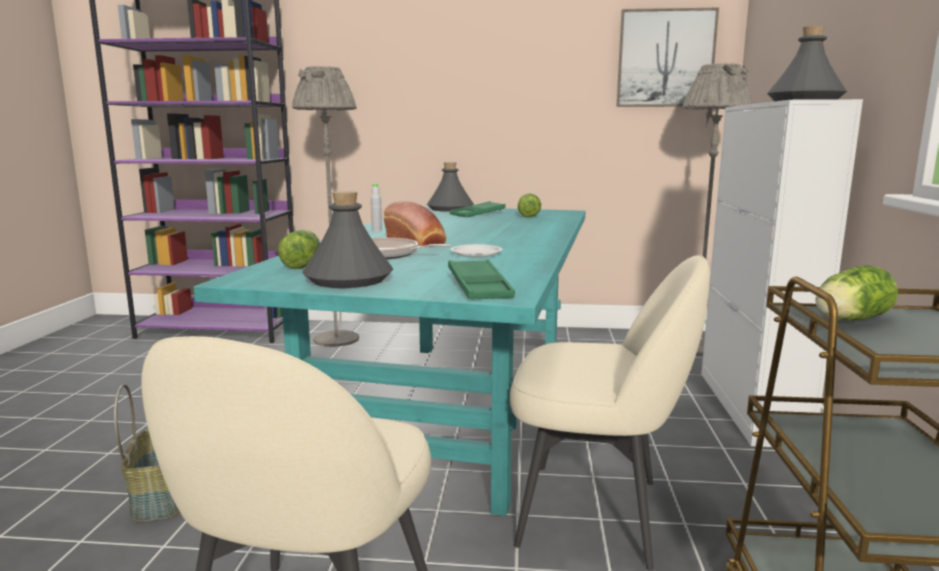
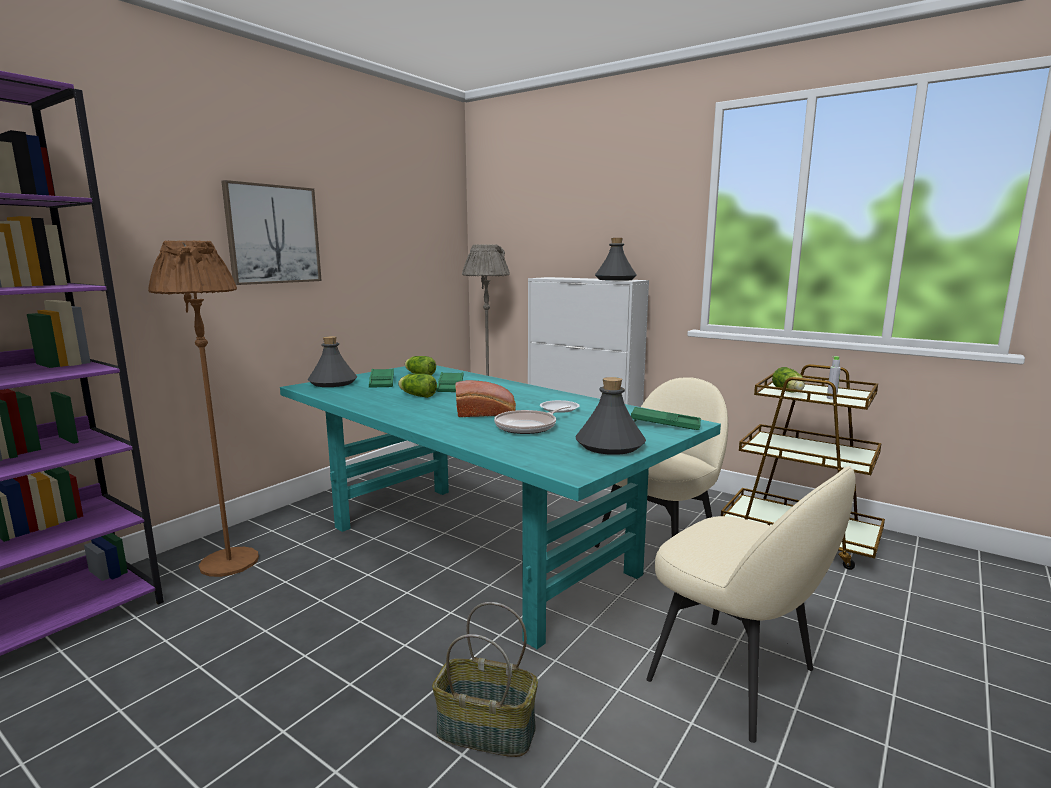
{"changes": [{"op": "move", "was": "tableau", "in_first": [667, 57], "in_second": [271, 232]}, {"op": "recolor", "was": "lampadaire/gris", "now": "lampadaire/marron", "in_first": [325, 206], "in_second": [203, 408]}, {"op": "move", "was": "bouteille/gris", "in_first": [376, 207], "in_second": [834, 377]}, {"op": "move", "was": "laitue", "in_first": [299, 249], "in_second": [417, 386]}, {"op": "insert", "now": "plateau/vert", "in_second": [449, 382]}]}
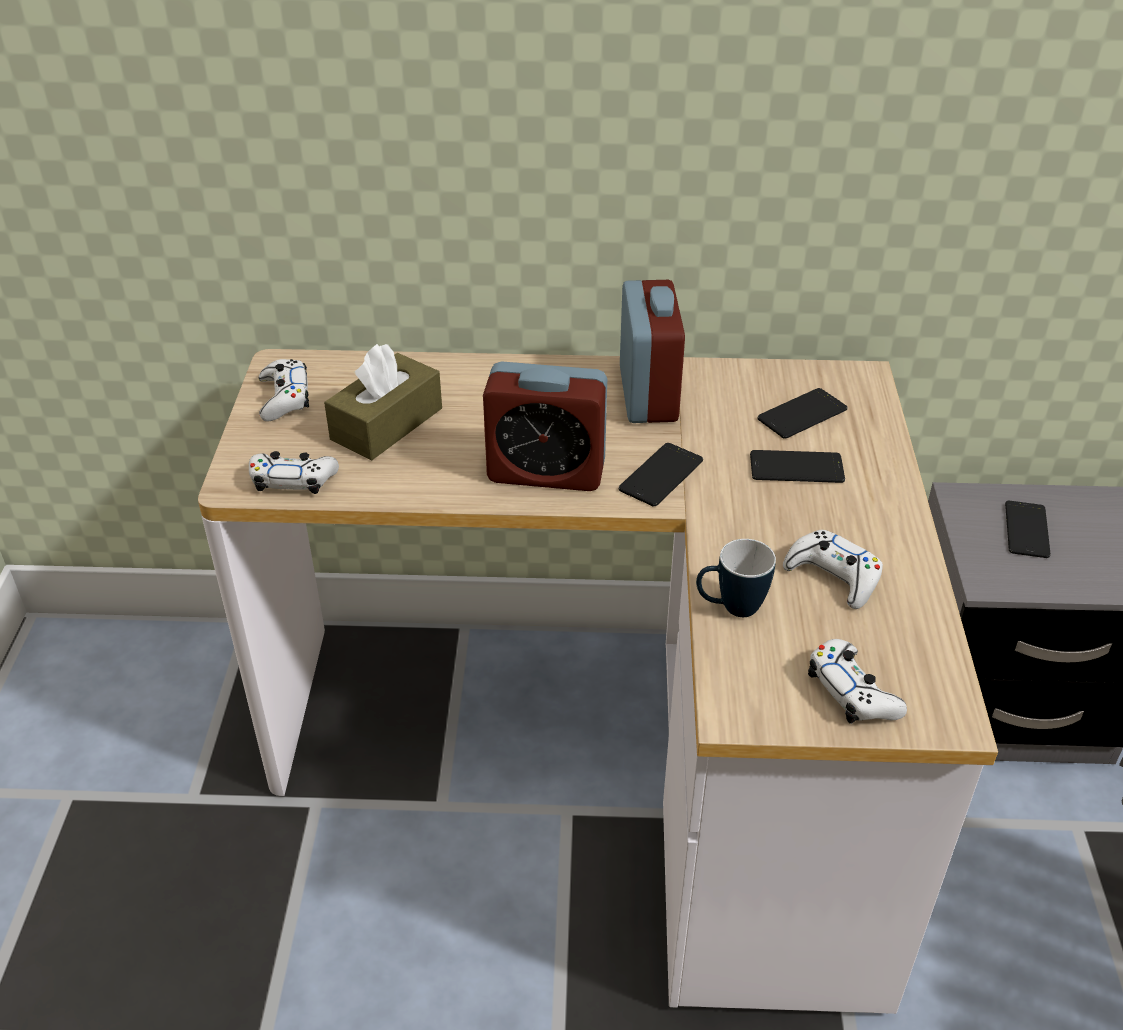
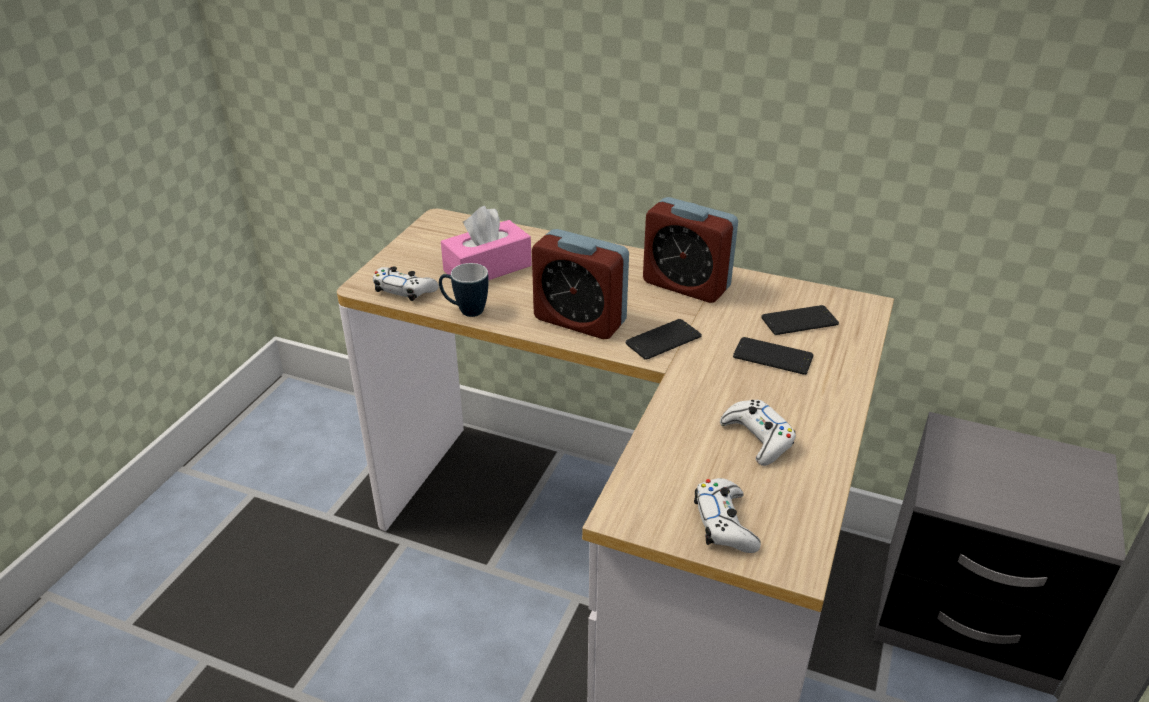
{"changes": [{"op": "rotate", "was": "réveil", "in_first": [652, 351], "in_second": [690, 250], "clockwise": 105}, {"op": "recolor", "was": "boîte à mouchoirs/marron", "now": "boîte à mouchoirs/rose", "in_first": [383, 402], "in_second": [486, 243]}, {"op": "delete", "was": "manette/blanc", "in_first": [284, 390]}, {"op": "delete", "was": "téléphone", "in_first": [1028, 529]}, {"op": "move", "was": "mug", "in_first": [736, 578], "in_second": [463, 290]}]}
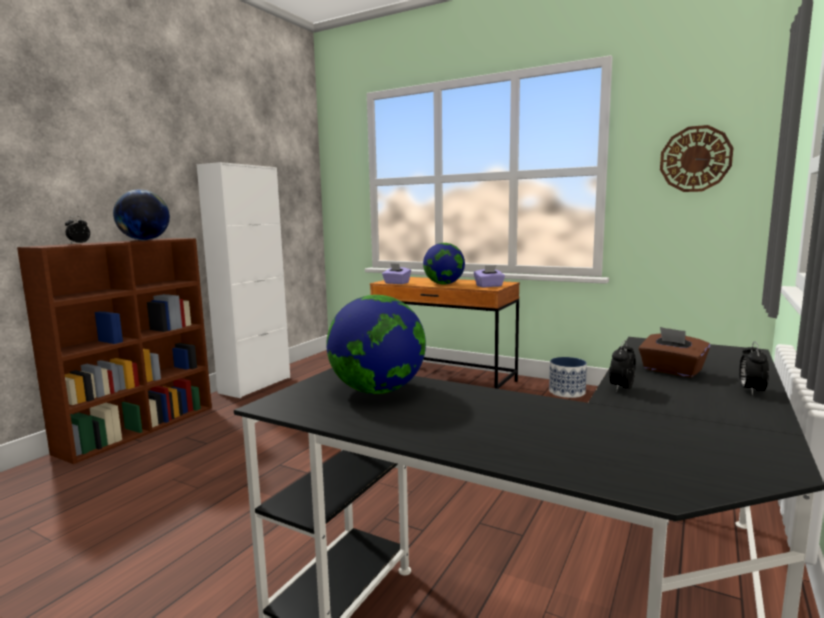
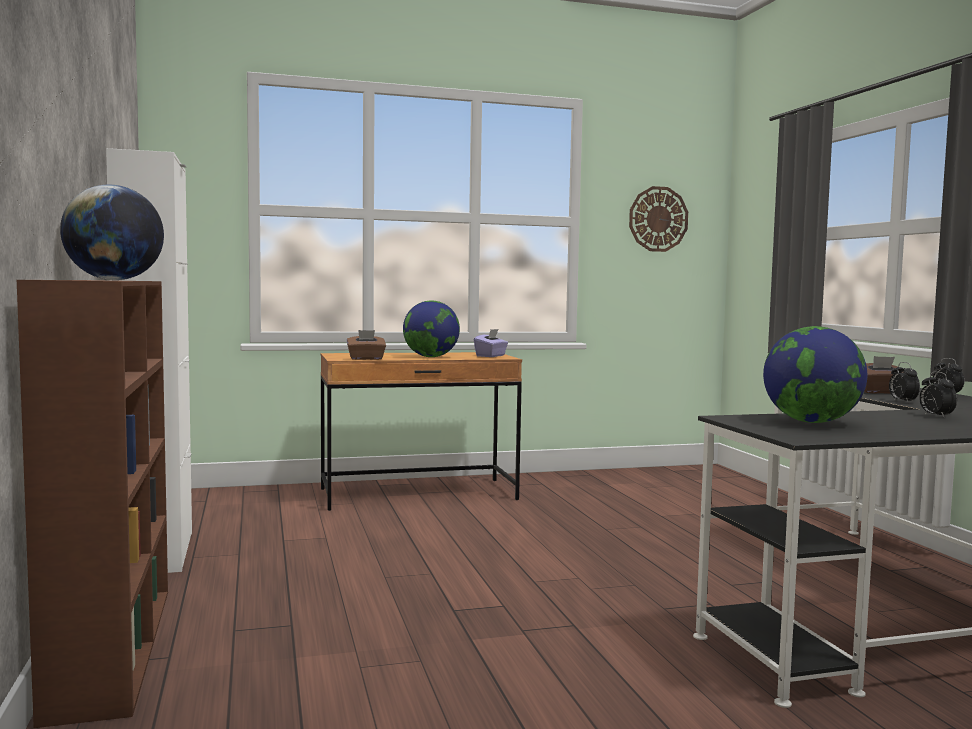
{"changes": [{"op": "move", "was": "réveil", "in_first": [77, 229], "in_second": [938, 394]}, {"op": "recolor", "was": "boîte à mouchoirs/violet", "now": "boîte à mouchoirs/marron", "in_first": [396, 273], "in_second": [366, 345]}, {"op": "delete", "was": "cache-pot", "in_first": [568, 377]}]}
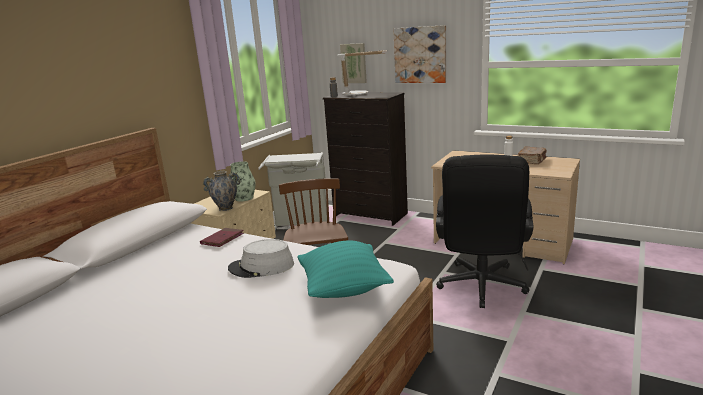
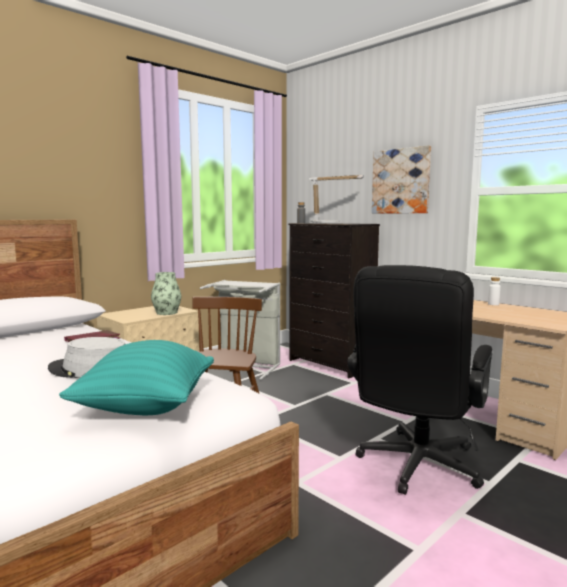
{"changes": [{"op": "delete", "was": "tableau", "in_first": [353, 63]}, {"op": "delete", "was": "livre/marron", "in_first": [531, 155]}, {"op": "delete", "was": "vase", "in_first": [221, 191]}]}
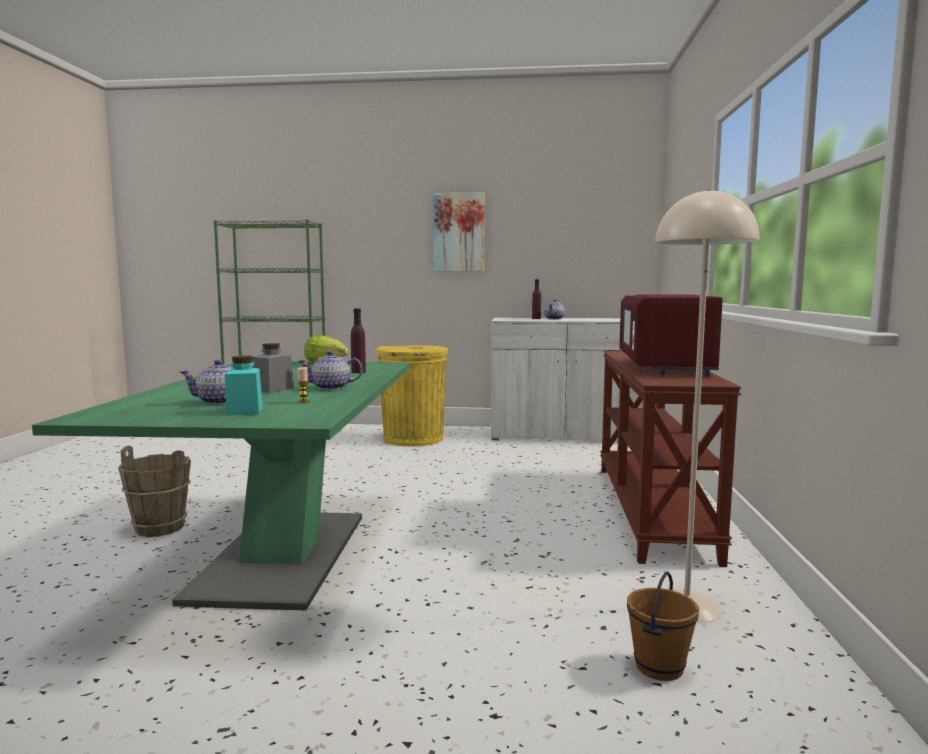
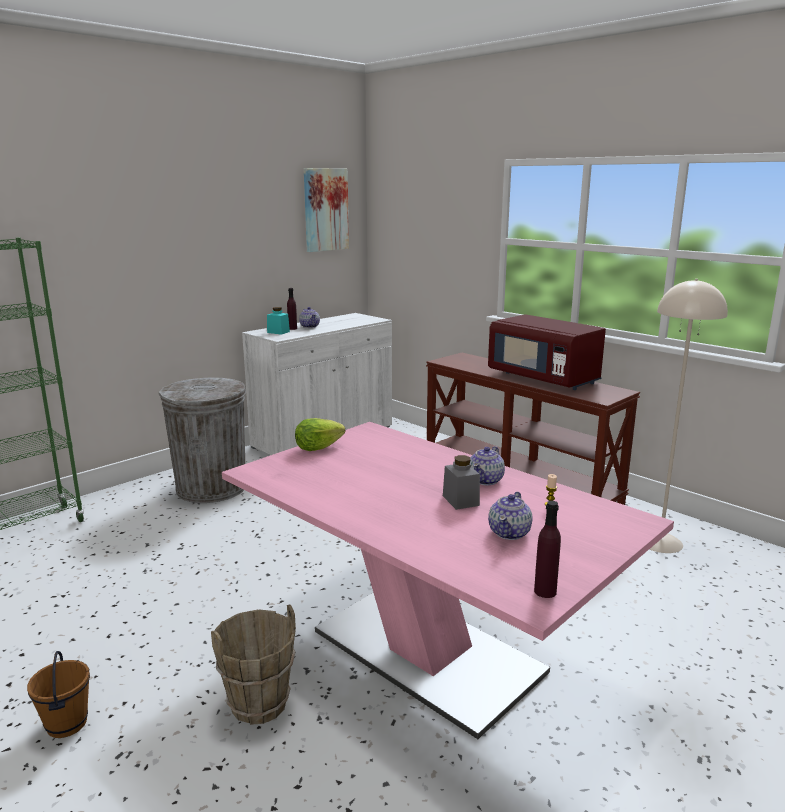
{"changes": [{"op": "move", "was": "tableau", "in_first": [459, 232], "in_second": [326, 210]}, {"op": "move", "was": "bouteille/violet", "in_first": [358, 340], "in_second": [547, 549]}, {"op": "recolor", "was": "poubelle/jaune", "now": "poubelle/gris", "in_first": [412, 396], "in_second": [202, 440]}, {"op": "move", "was": "bocal/turquoise", "in_first": [244, 385], "in_second": [278, 321]}, {"op": "recolor", "was": "table à manger/vert", "now": "table à manger/rose", "in_first": [221, 486], "in_second": [448, 580]}, {"op": "move", "was": "seau/marron", "in_first": [663, 626], "in_second": [58, 694]}]}
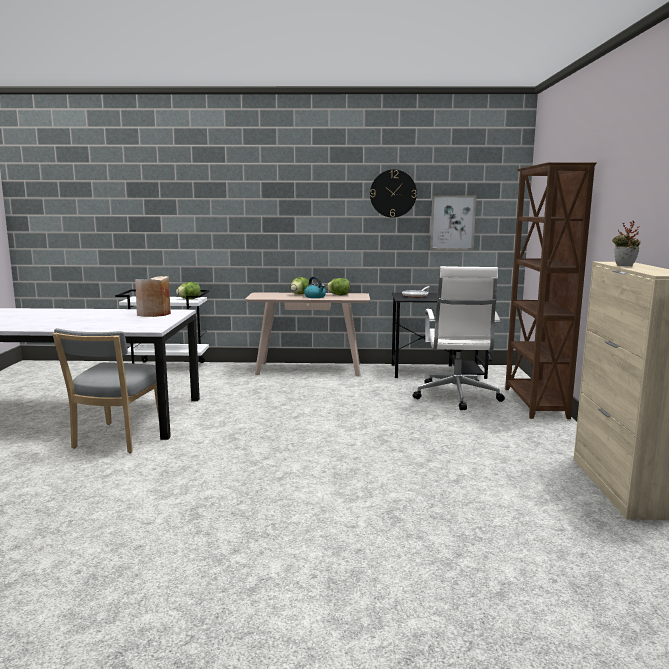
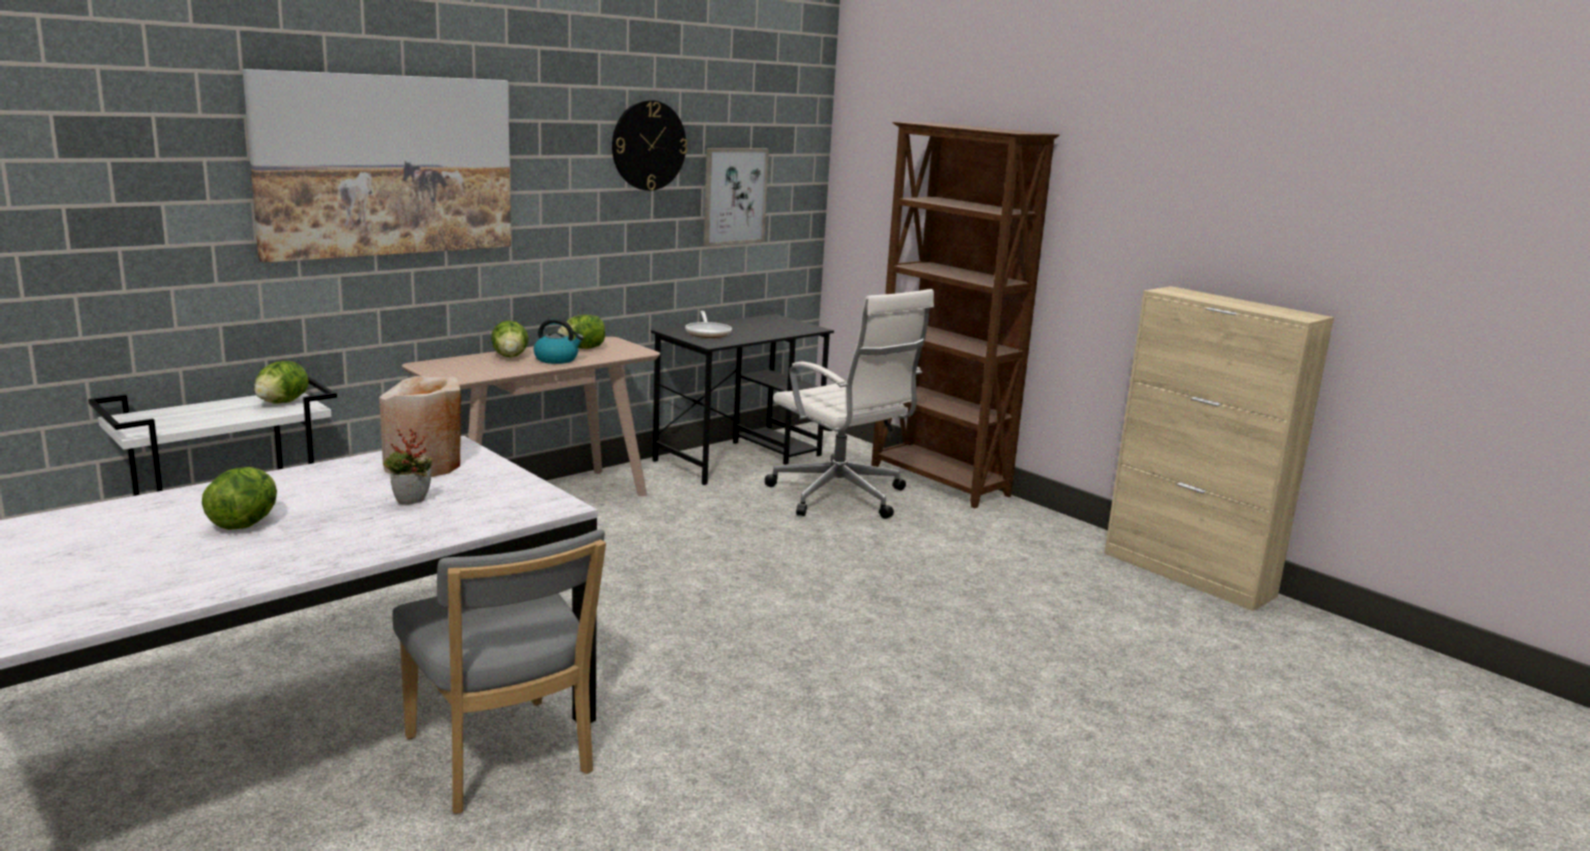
{"changes": [{"op": "move", "was": "plante en pot", "in_first": [626, 243], "in_second": [407, 466]}, {"op": "insert", "now": "tableau", "in_second": [376, 166]}, {"op": "insert", "now": "laitue", "in_second": [239, 498]}]}
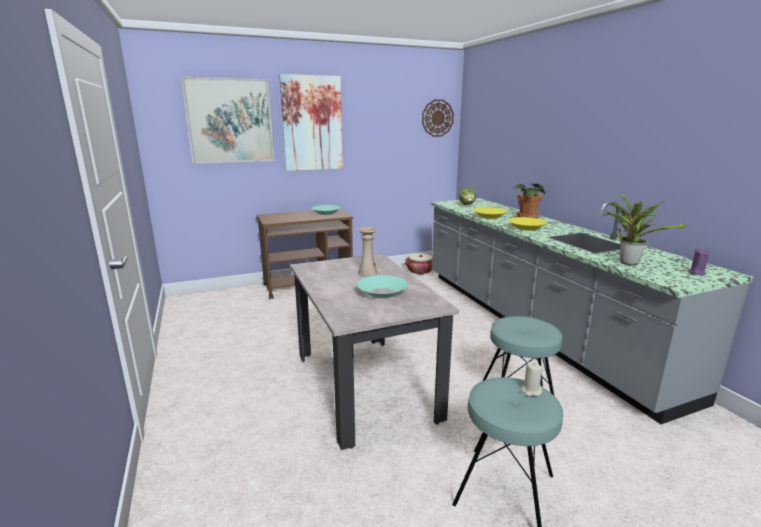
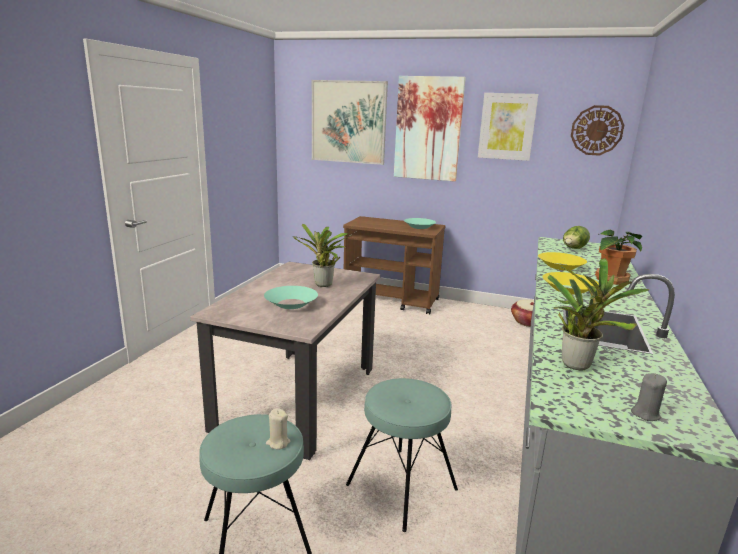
{"changes": [{"op": "replace", "was": "vase/beige", "now": "plante en pot", "in_first": [368, 252], "in_second": [322, 255]}, {"op": "recolor", "was": "bougie/violet", "now": "bougie/gris", "in_first": [698, 262], "in_second": [649, 397]}, {"op": "insert", "now": "tableau", "in_second": [508, 127]}]}
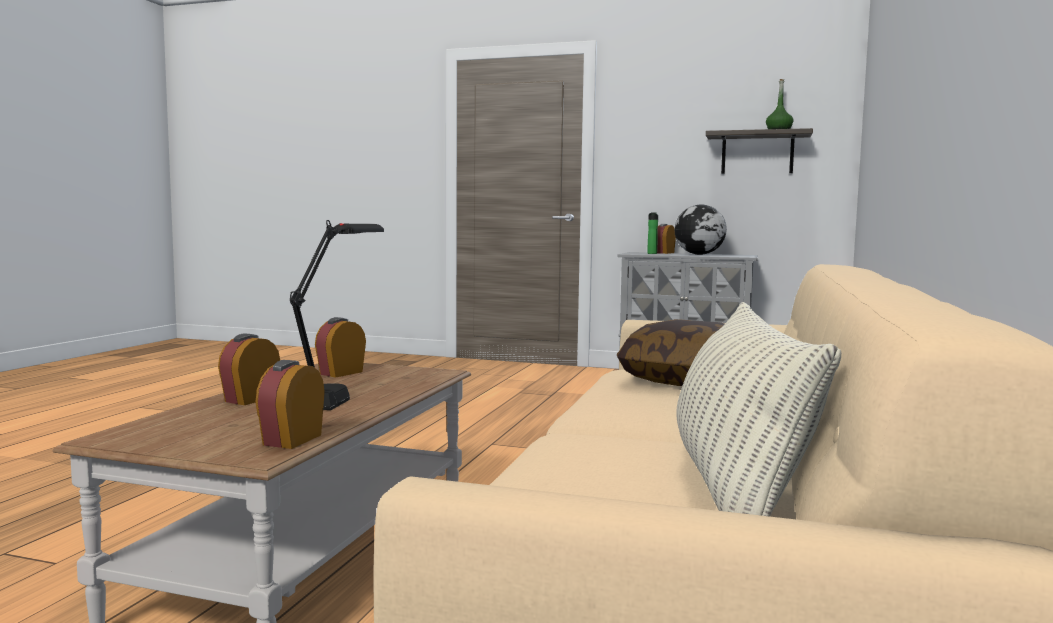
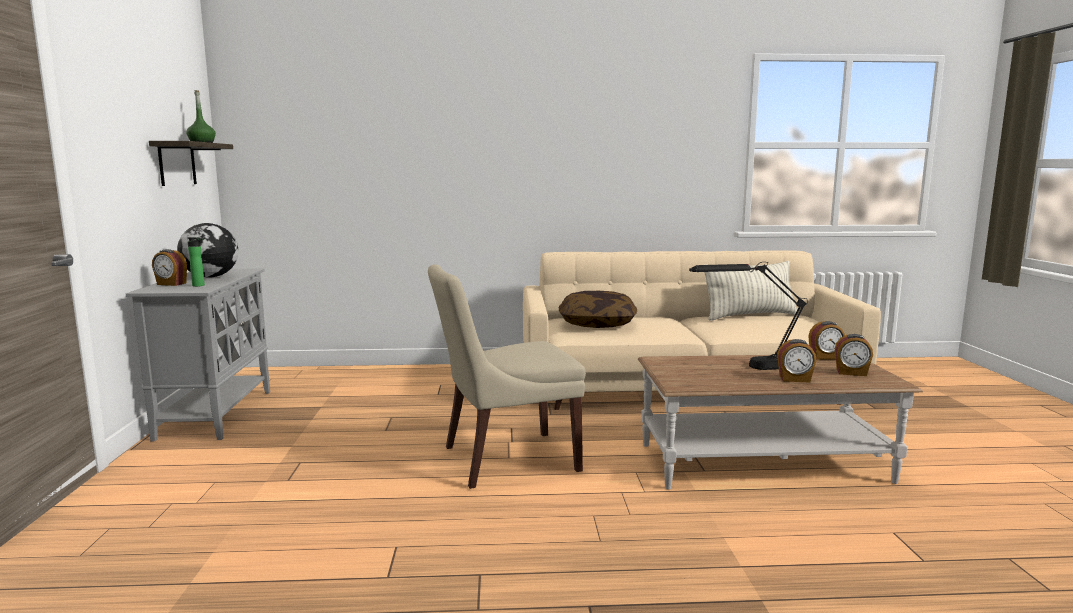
{"changes": [{"op": "move", "was": "réveil", "in_first": [340, 347], "in_second": [854, 355]}, {"op": "insert", "now": "chaise/beige", "in_second": [507, 376]}]}
